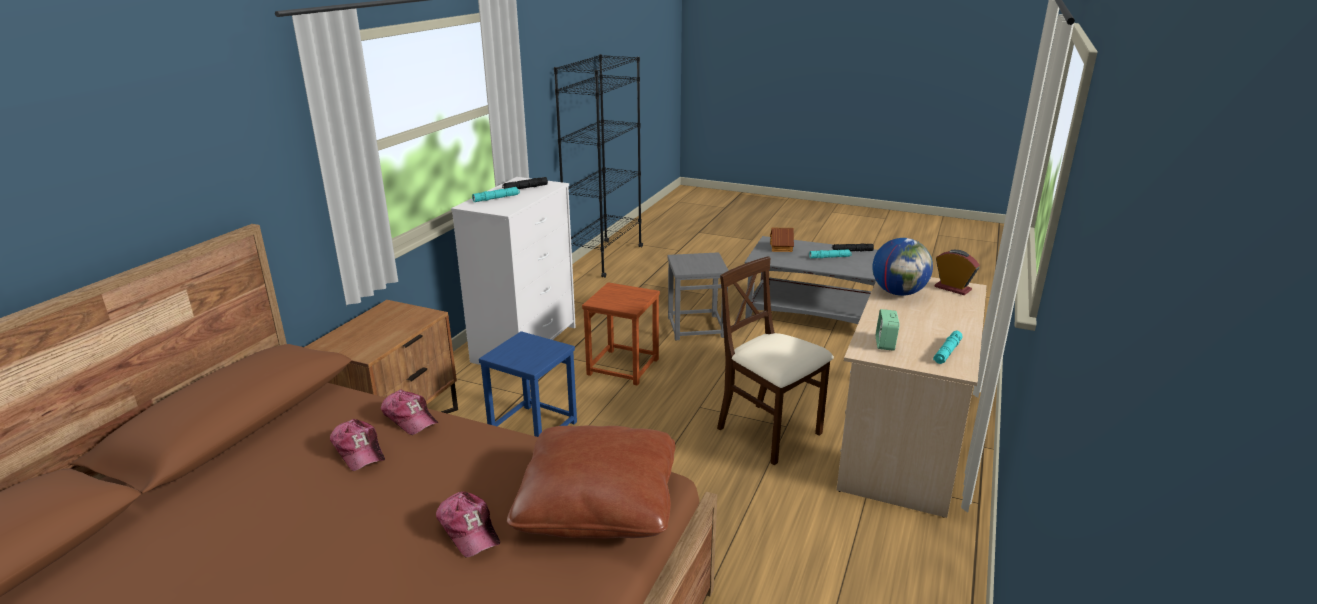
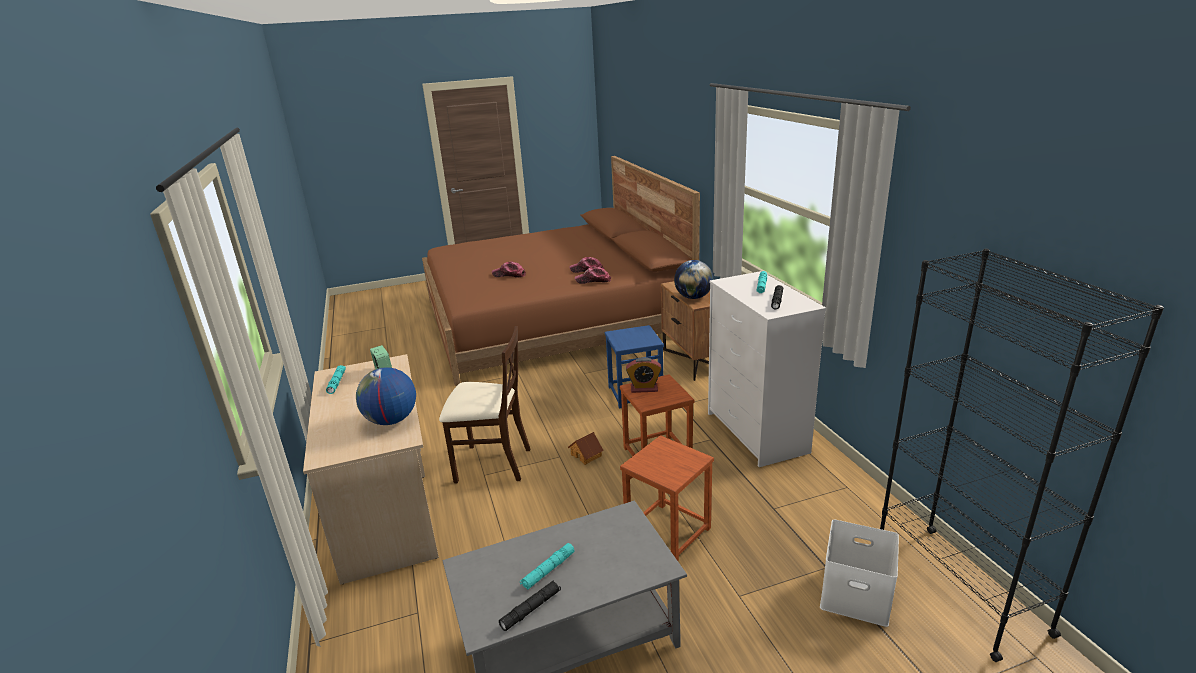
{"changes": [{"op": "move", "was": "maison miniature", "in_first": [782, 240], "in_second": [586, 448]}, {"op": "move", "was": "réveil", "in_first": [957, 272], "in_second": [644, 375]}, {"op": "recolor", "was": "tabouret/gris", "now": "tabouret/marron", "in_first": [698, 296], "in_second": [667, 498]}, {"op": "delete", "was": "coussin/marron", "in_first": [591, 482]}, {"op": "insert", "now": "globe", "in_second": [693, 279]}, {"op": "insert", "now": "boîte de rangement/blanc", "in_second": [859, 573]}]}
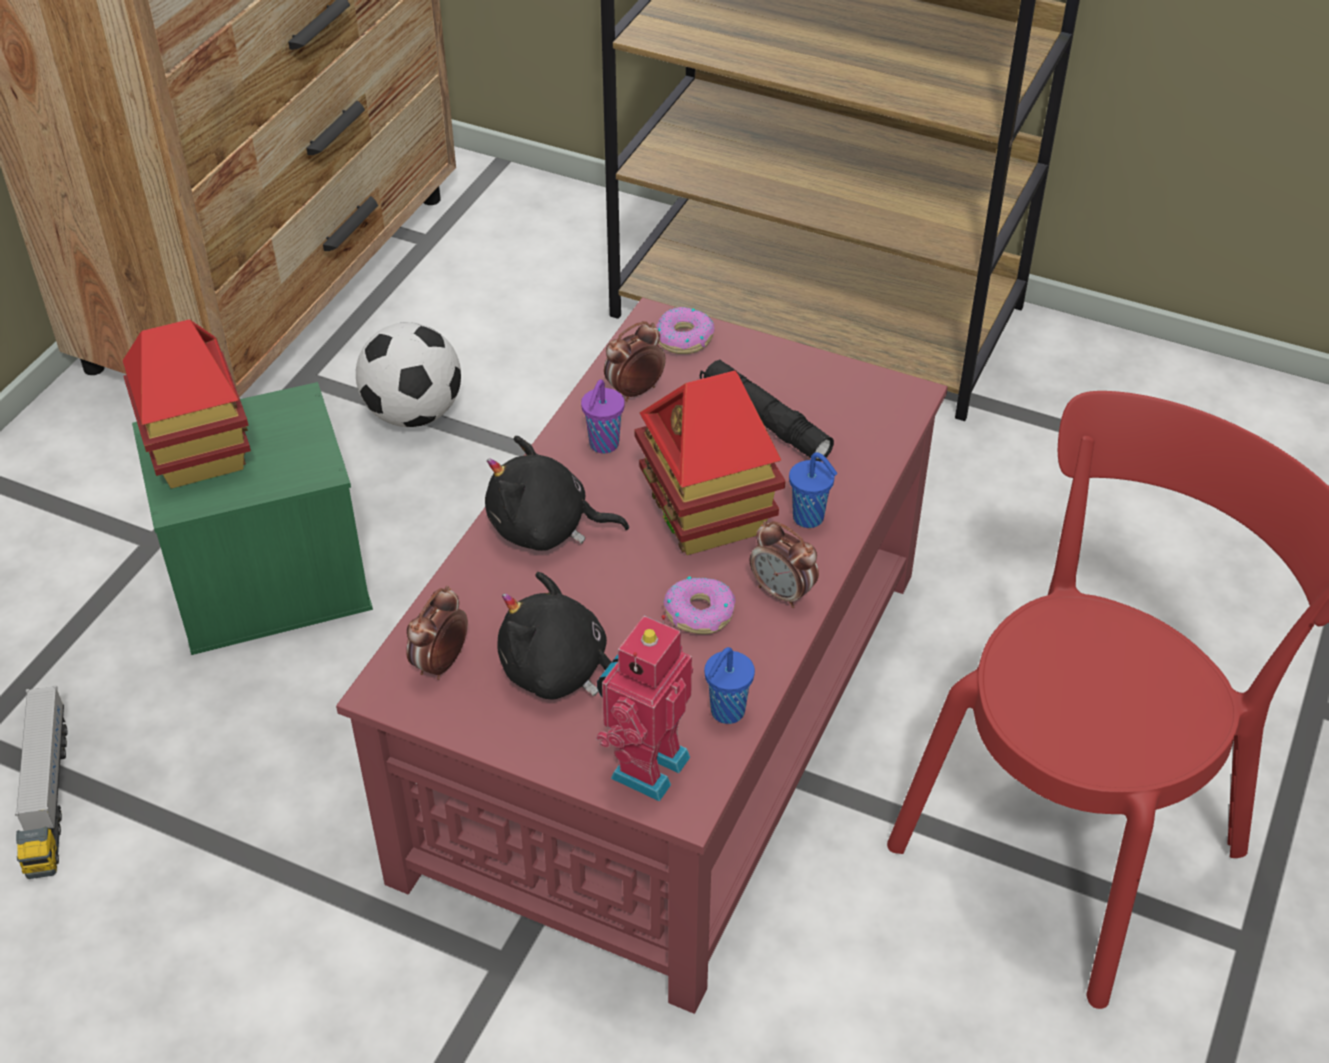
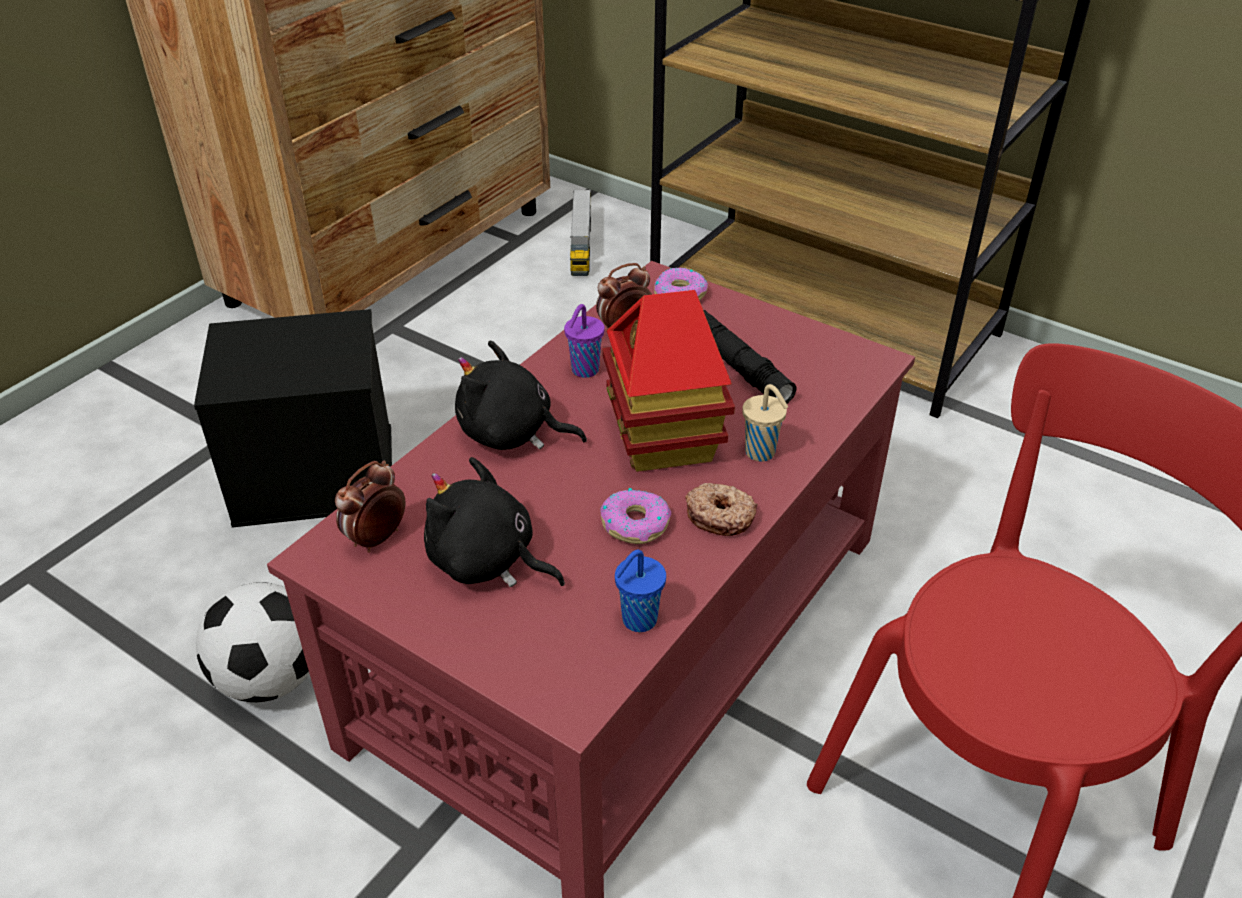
{"changes": [{"op": "delete", "was": "maison miniature", "in_first": [187, 404]}, {"op": "move", "was": "ballon de foot", "in_first": [408, 374], "in_second": [252, 642]}, {"op": "recolor", "was": "boîte de rangement/vert", "now": "boîte de rangement/noir", "in_first": [252, 518], "in_second": [293, 418]}, {"op": "recolor", "was": "tasse/bleu", "now": "tasse/beige", "in_first": [813, 490], "in_second": [765, 423]}, {"op": "replace", "was": "réveil", "now": "beignet", "in_first": [784, 564], "in_second": [721, 509]}, {"op": "delete", "was": "robot jouet", "in_first": [644, 708]}, {"op": "move", "was": "camion jouet", "in_first": [41, 782], "in_second": [580, 233]}]}
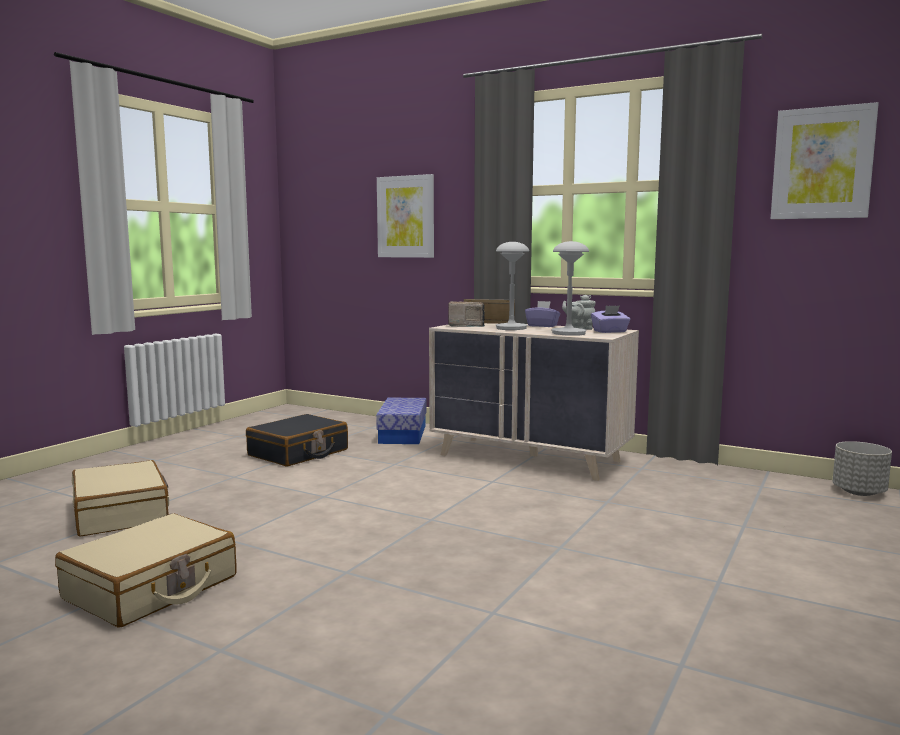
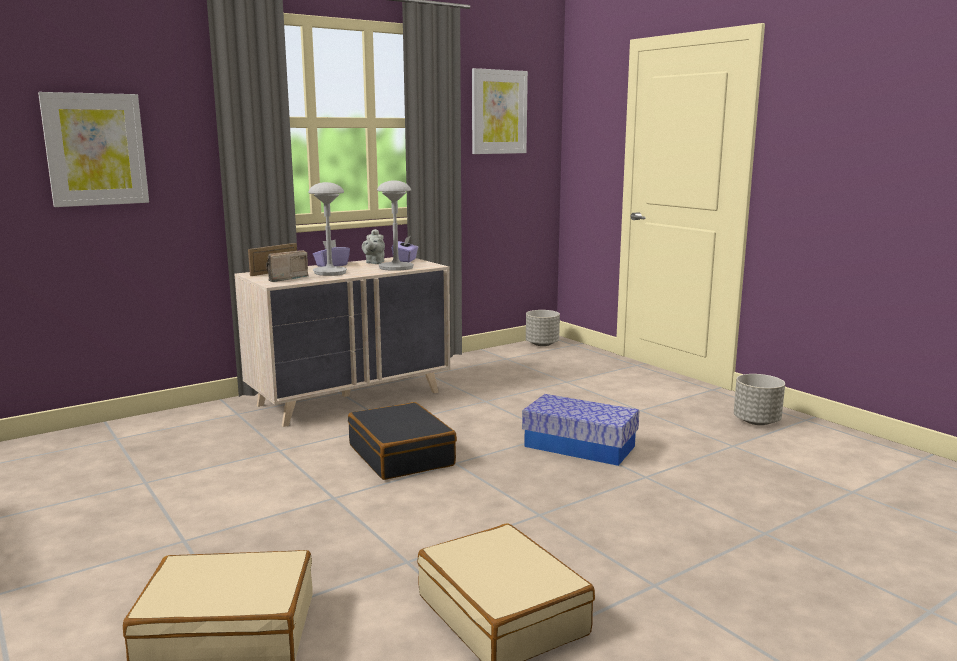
{"changes": [{"op": "move", "was": "boîte de rangement", "in_first": [401, 420], "in_second": [580, 430]}, {"op": "move", "was": "valise/noir", "in_first": [297, 440], "in_second": [402, 441]}, {"op": "insert", "now": "cache-pot/gris", "in_second": [759, 399]}]}
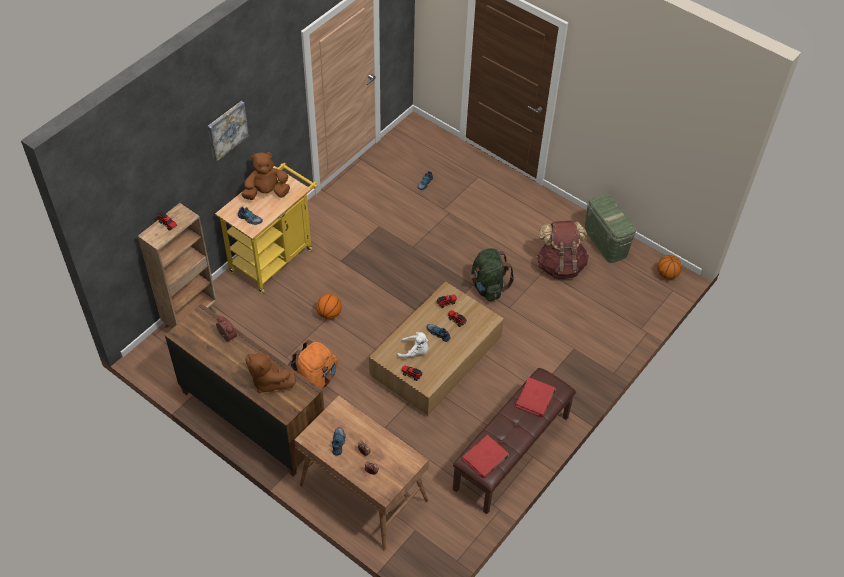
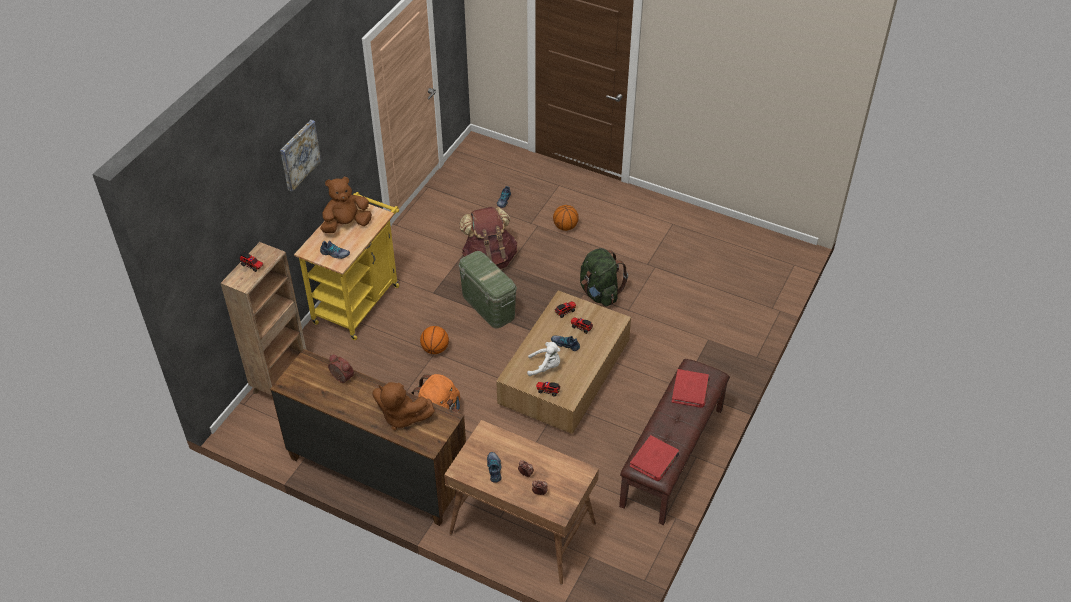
{"changes": [{"op": "move", "was": "boîte de rangement/vert", "in_first": [610, 228], "in_second": [488, 290]}, {"op": "move", "was": "sac à dos/marron", "in_first": [563, 250], "in_second": [488, 238]}, {"op": "move", "was": "ballon de basket", "in_first": [669, 267], "in_second": [566, 218]}]}
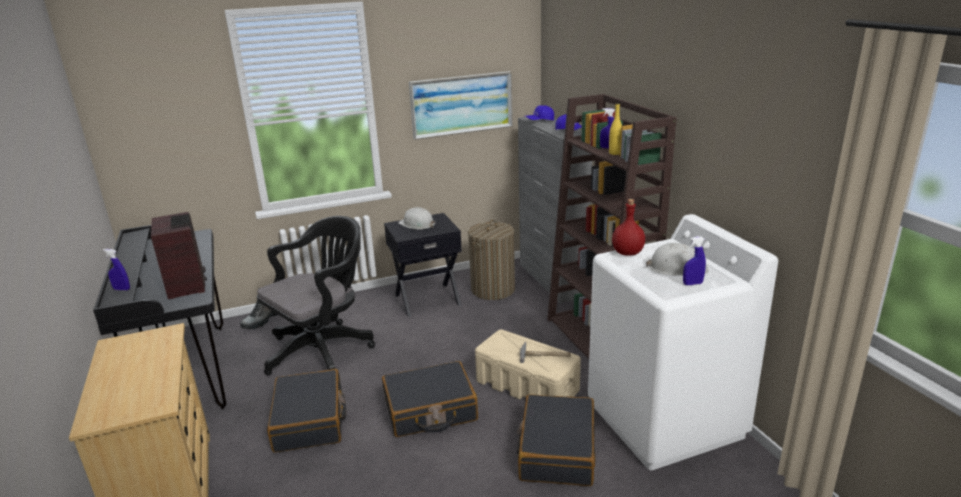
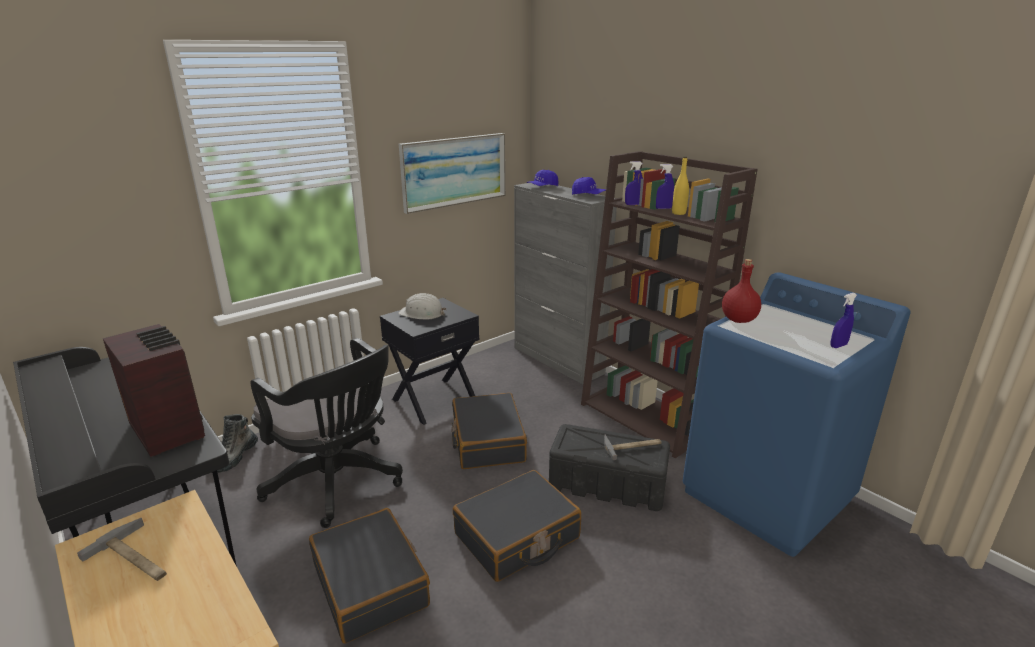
{"changes": [{"op": "recolor", "was": "lave-linge/blanc", "now": "lave-linge/bleu", "in_first": [683, 342], "in_second": [797, 414]}, {"op": "rotate", "was": "chaise de bureau/noir", "in_first": [316, 295], "in_second": [326, 433], "clockwise": 105}, {"op": "delete", "was": "panier à linge", "in_first": [491, 260]}, {"op": "delete", "was": "casque de chantier/blanc", "in_first": [677, 259]}, {"op": "move", "was": "vaporisateur/bleu", "in_first": [116, 269], "in_second": [634, 183]}, {"op": "recolor", "was": "boîte de rangement/beige", "now": "boîte de rangement/noir", "in_first": [528, 364], "in_second": [609, 467]}, {"op": "move", "was": "valise/noir", "in_first": [556, 440], "in_second": [489, 431]}, {"op": "insert", "now": "marteau", "in_second": [122, 549]}]}
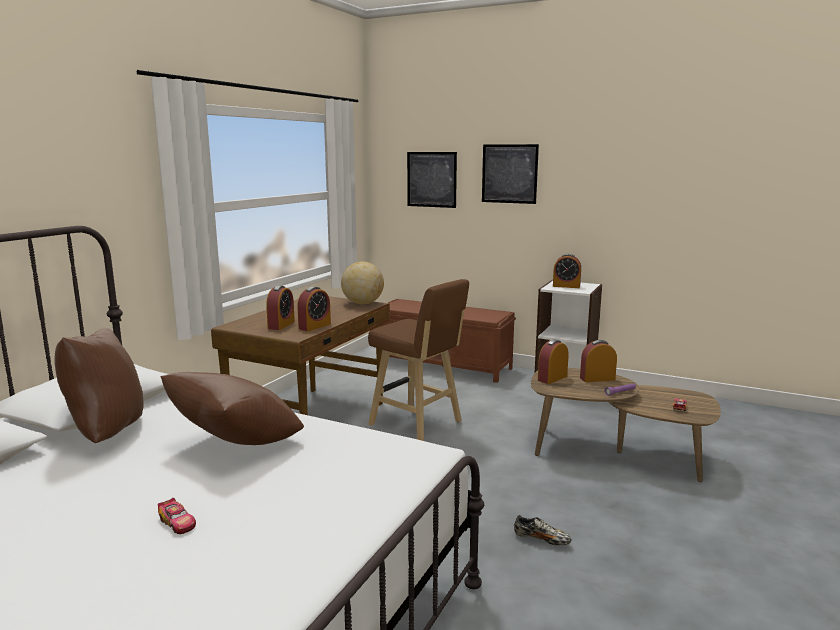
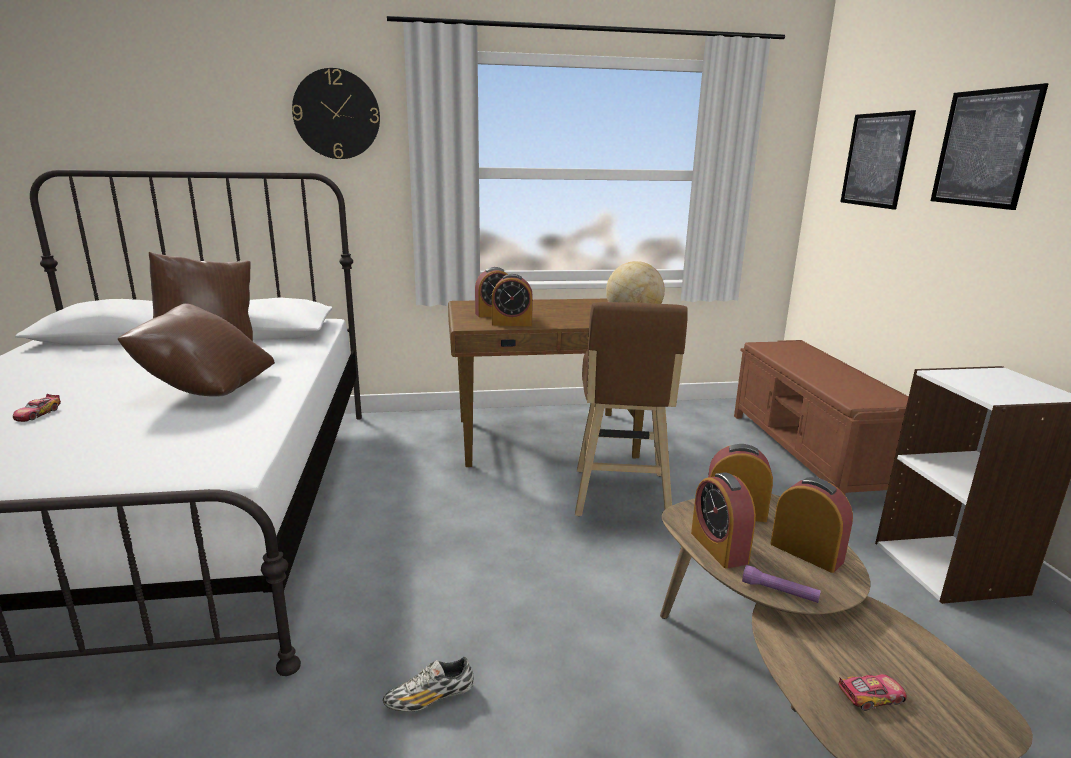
{"changes": [{"op": "move", "was": "réveil", "in_first": [567, 271], "in_second": [723, 520]}, {"op": "rotate", "was": "chaussure", "in_first": [543, 530], "in_second": [428, 684], "clockwise": 75}, {"op": "insert", "now": "horloge murale", "in_second": [336, 113]}]}
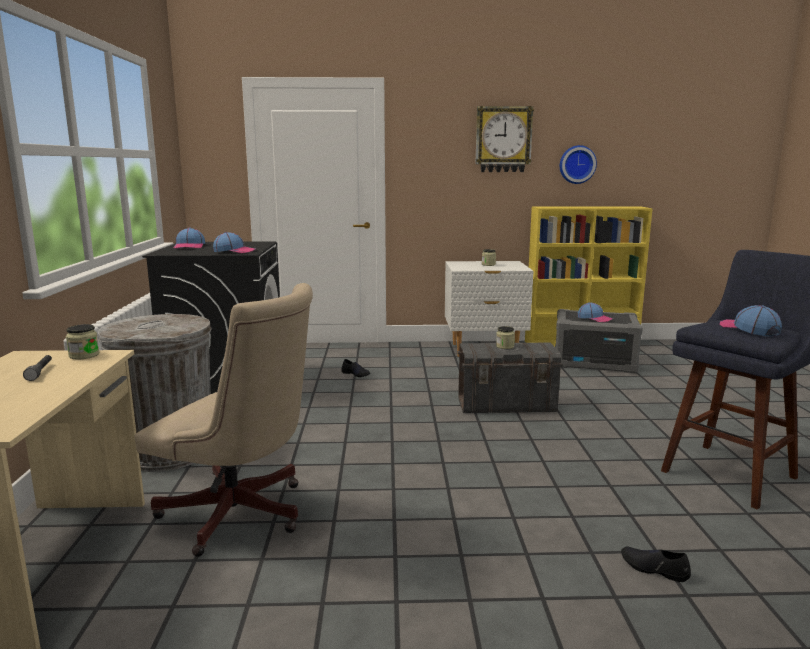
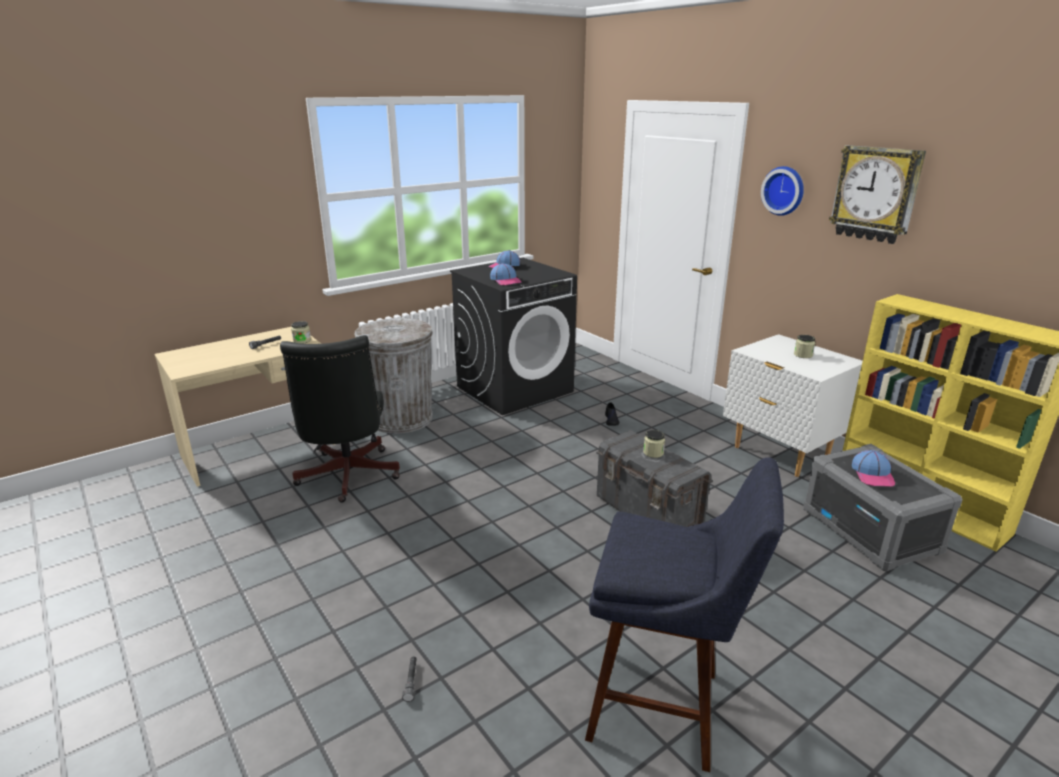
{"changes": [{"op": "move", "was": "horloge murale", "in_first": [578, 164], "in_second": [782, 191]}, {"op": "recolor", "was": "chaise de bureau/beige", "now": "chaise de bureau/noir", "in_first": [223, 420], "in_second": [340, 419]}, {"op": "delete", "was": "casquette", "in_first": [751, 320]}, {"op": "replace", "was": "chaussure/noir", "now": "lampe de poche/gris", "in_first": [656, 564], "in_second": [409, 679]}]}
